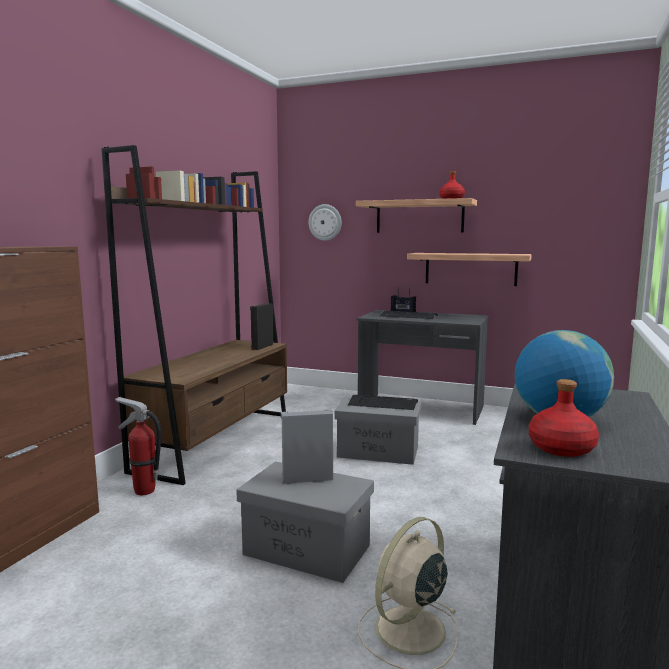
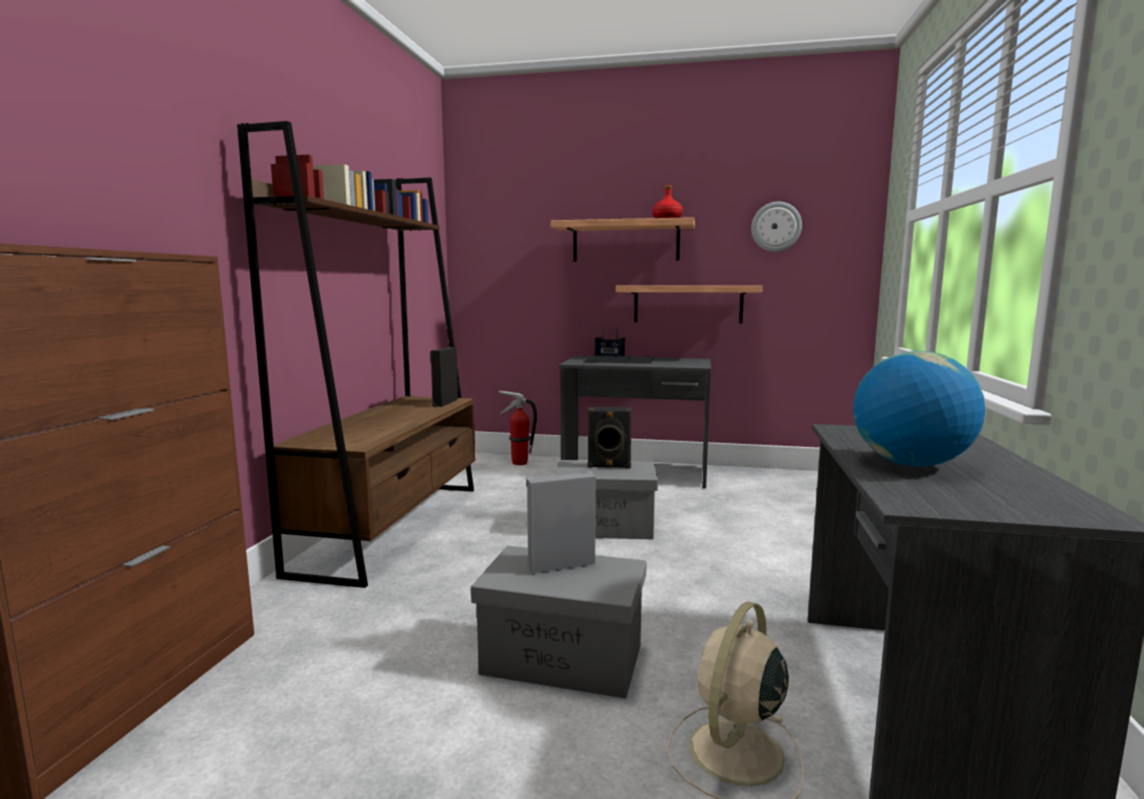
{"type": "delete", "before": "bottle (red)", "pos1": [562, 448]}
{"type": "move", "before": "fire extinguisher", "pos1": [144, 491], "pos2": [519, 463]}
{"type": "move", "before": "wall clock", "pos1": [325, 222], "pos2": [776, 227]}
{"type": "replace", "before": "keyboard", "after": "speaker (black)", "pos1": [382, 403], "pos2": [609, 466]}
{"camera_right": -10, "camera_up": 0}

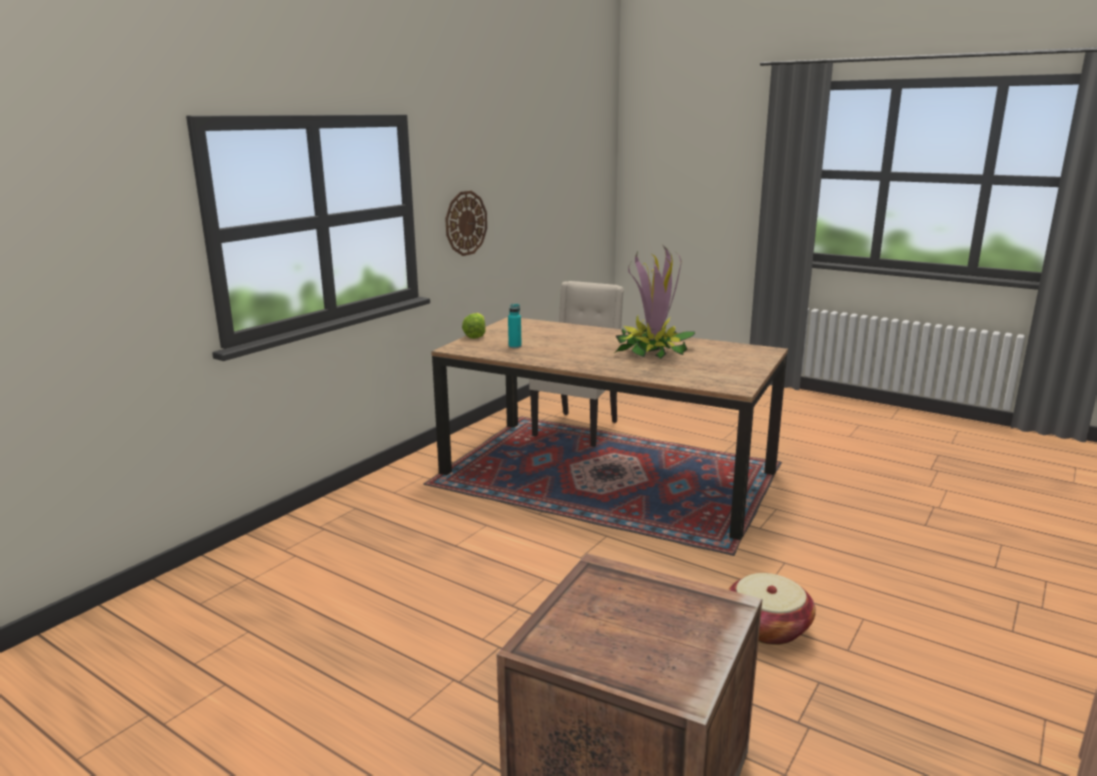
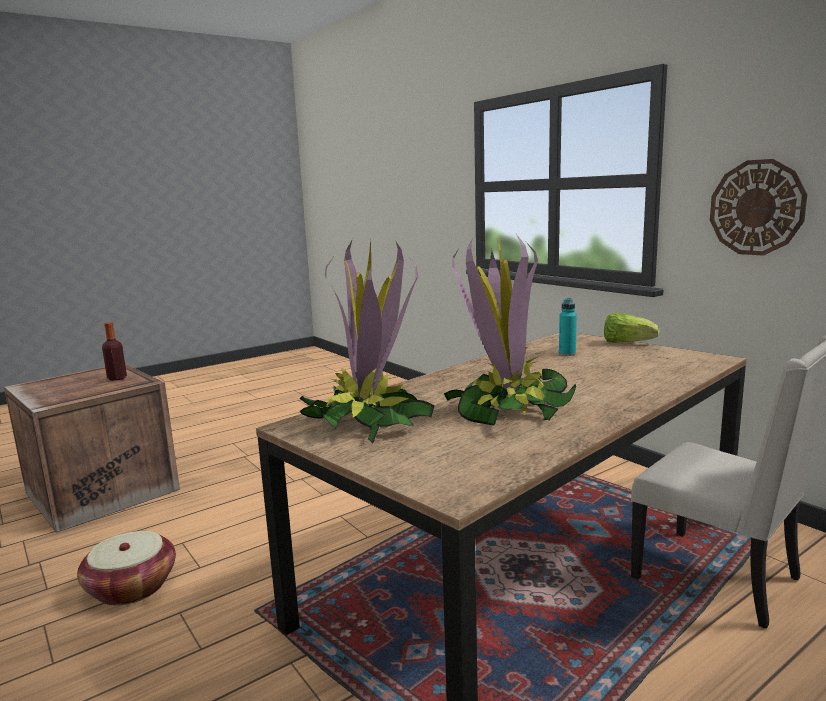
{"type": "insert", "after": "bottle", "pos2": [117, 378]}
{"type": "insert", "after": "potted plant", "pos2": [367, 420]}
{"camera_right": 110, "camera_up": -5}

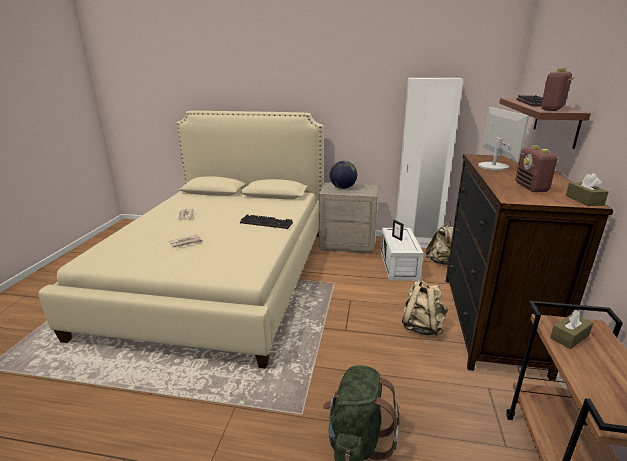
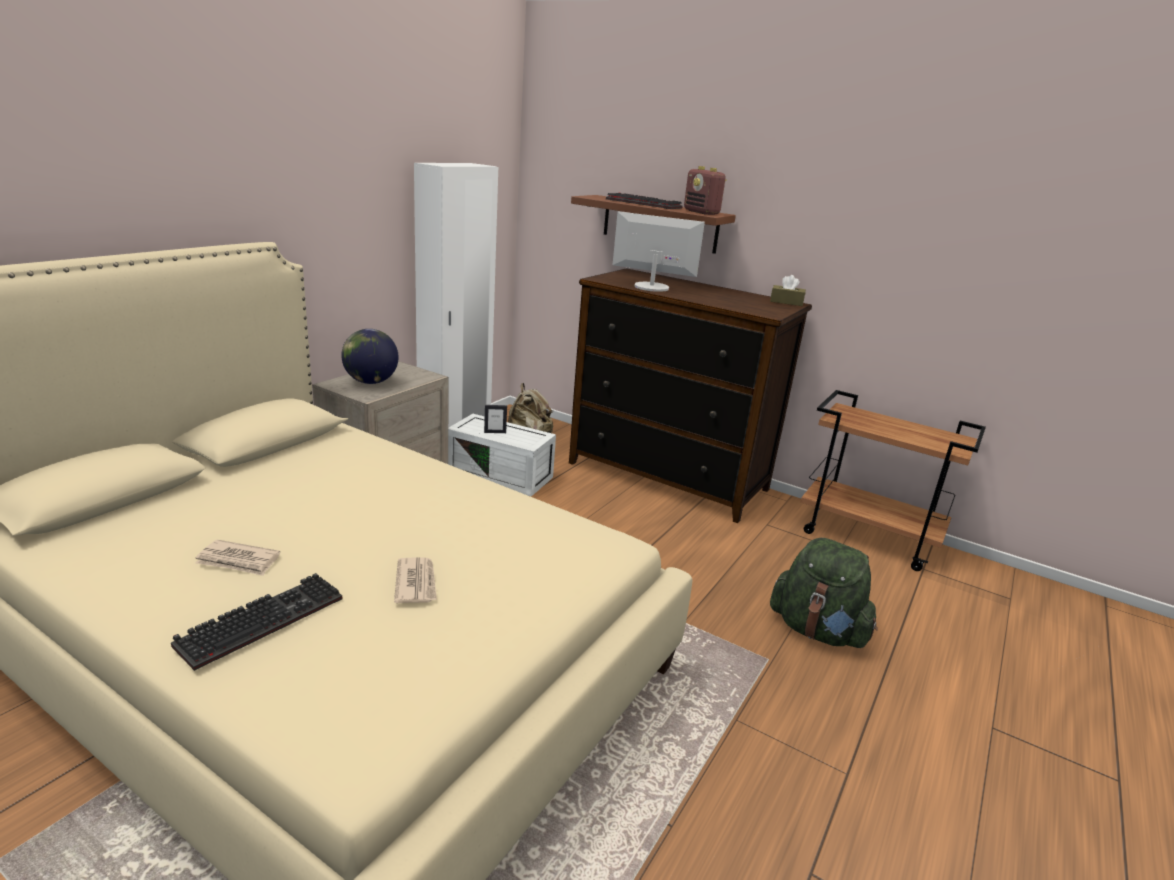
{"type": "delete", "before": "backpack (beige)", "pos1": [422, 326]}
{"type": "delete", "before": "radio", "pos1": [531, 188]}
{"type": "delete", "before": "tissue box (brown)", "pos1": [569, 337]}
{"type": "move", "before": "keyboard", "pos1": [267, 223], "pos2": [263, 619]}
{"camera_right": -70, "camera_up": 0}

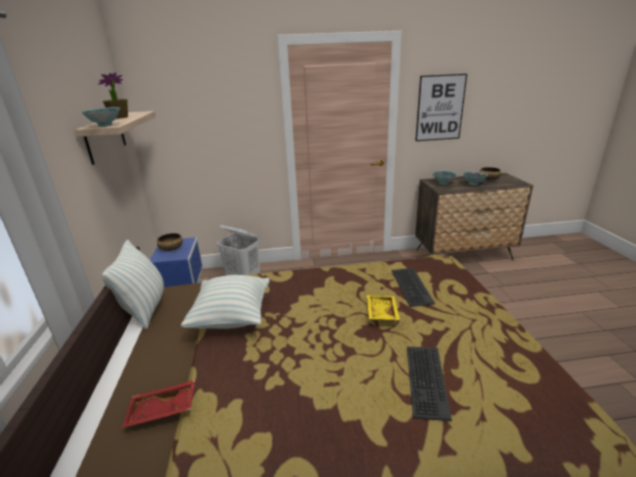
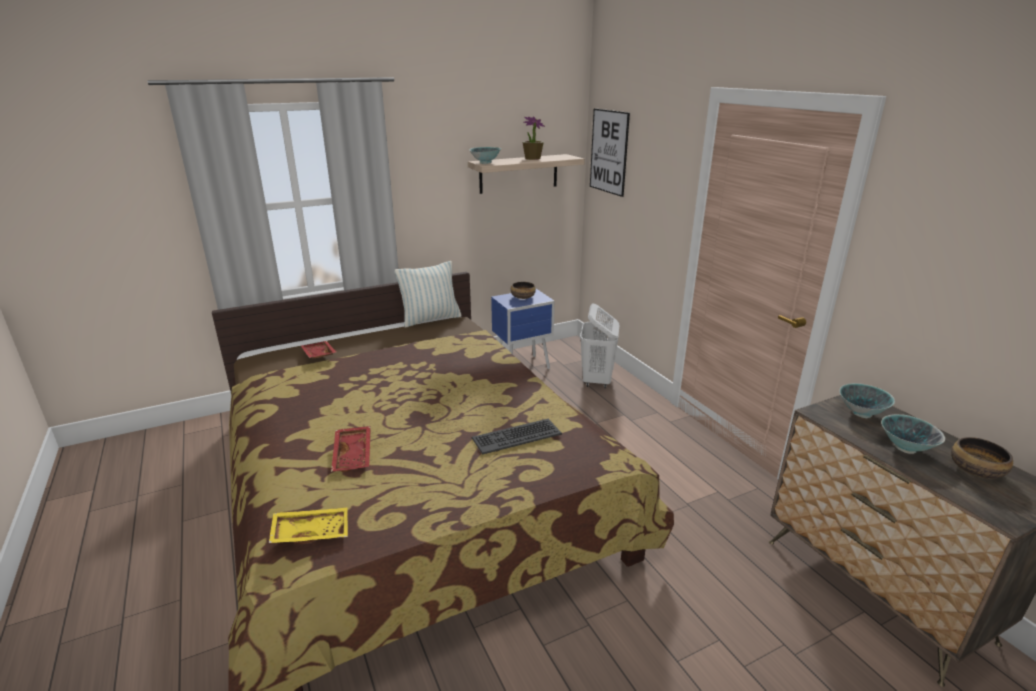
{"type": "delete", "before": "pillow", "pos1": [232, 318]}
{"type": "move", "before": "tray (yellow)", "pos1": [380, 313], "pos2": [311, 532]}
{"type": "move", "before": "picture", "pos1": [440, 108], "pos2": [609, 152]}
{"type": "replace", "before": "keyboard", "after": "tray (red)", "pos1": [425, 380], "pos2": [354, 455]}
{"camera_right": 70, "camera_up": 0}

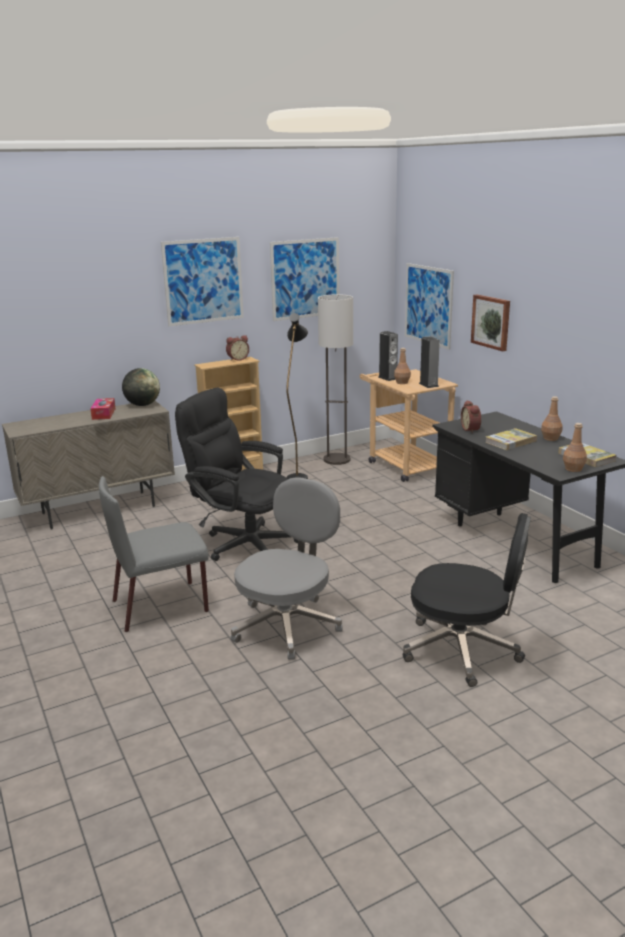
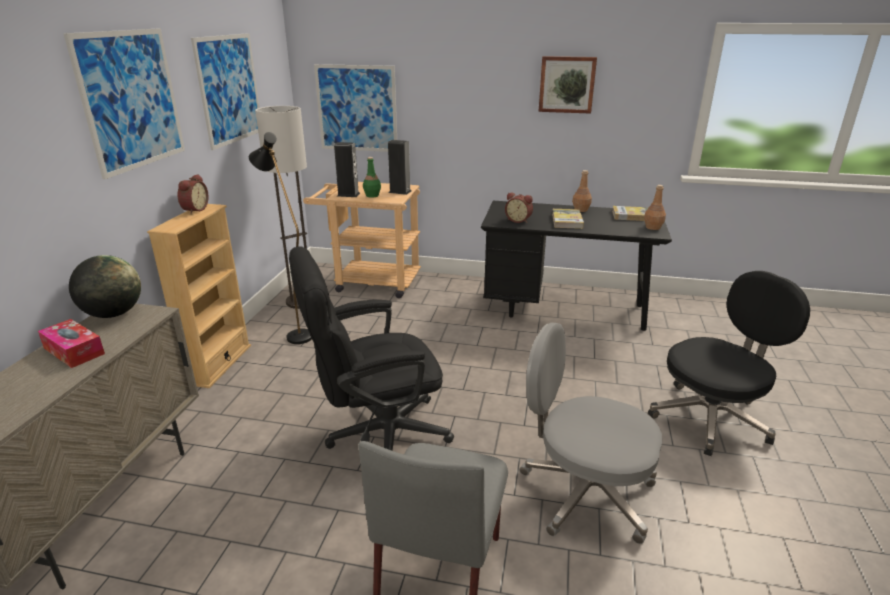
{"type": "move", "before": "picture", "pos1": [491, 322], "pos2": [567, 84]}
{"type": "recolor", "before": "bottle (brown)", "after": "bottle (green)", "pos1": [401, 382], "pos2": [372, 195]}
{"type": "rotate", "before": "office chair (grey)", "pos1": [288, 625], "pos2": [584, 492], "turn": -45}
{"camera_right": -50, "camera_up": 5}

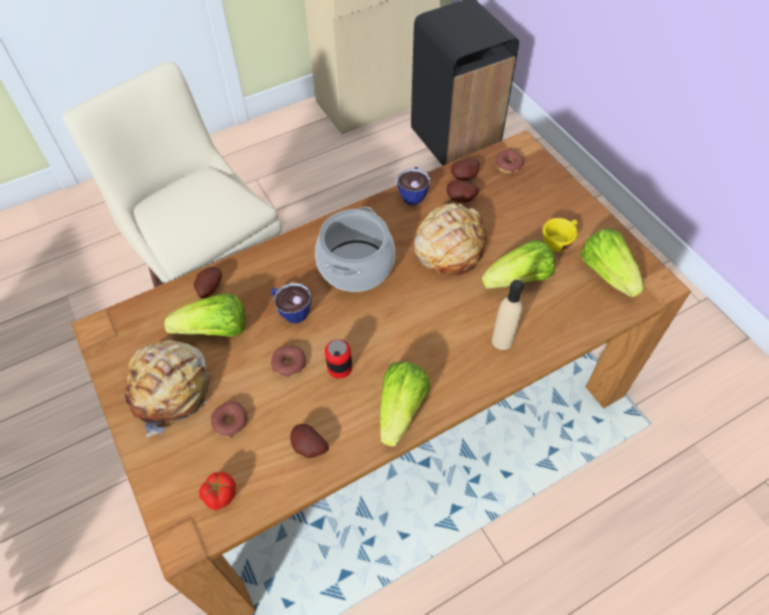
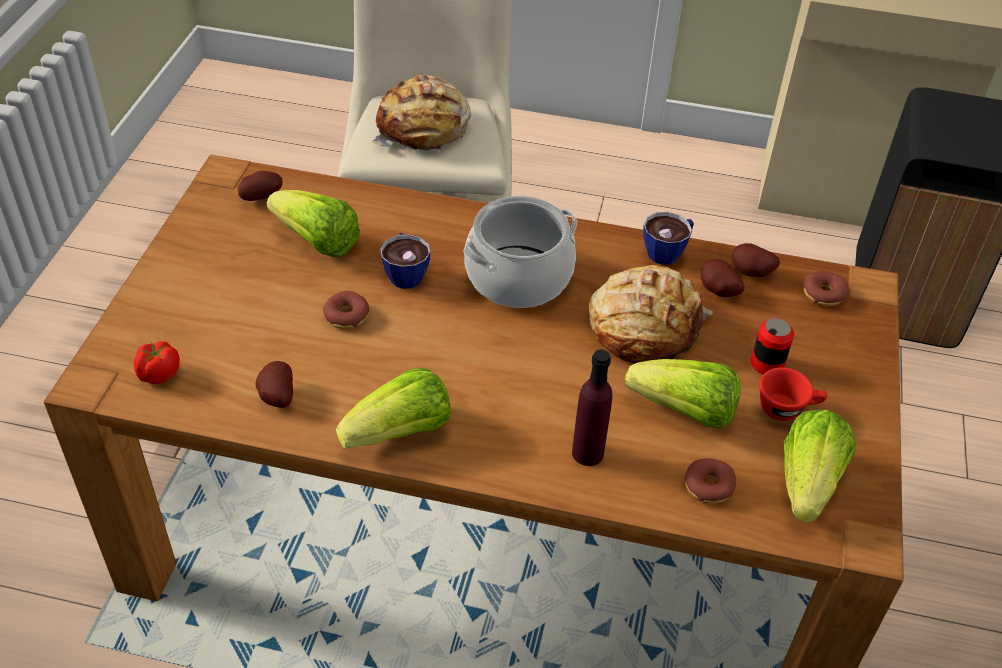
{"type": "move", "before": "bread", "pos1": [171, 389], "pos2": [423, 129]}
{"type": "move", "before": "potato", "pos1": [209, 288], "pos2": [261, 197]}
{"type": "move", "before": "donut", "pos1": [230, 422], "pos2": [708, 486]}
{"type": "move", "before": "can", "pos1": [340, 368], "pos2": [767, 364]}
{"type": "recolor", "before": "bottle (beige)", "after": "bottle (purple)", "pos1": [502, 340], "pos2": [587, 453]}
{"type": "recolor", "before": "cup (yellow)", "after": "cup (red)", "pos1": [558, 241], "pos2": [787, 408]}
{"camera_right": 40, "camera_up": -10}

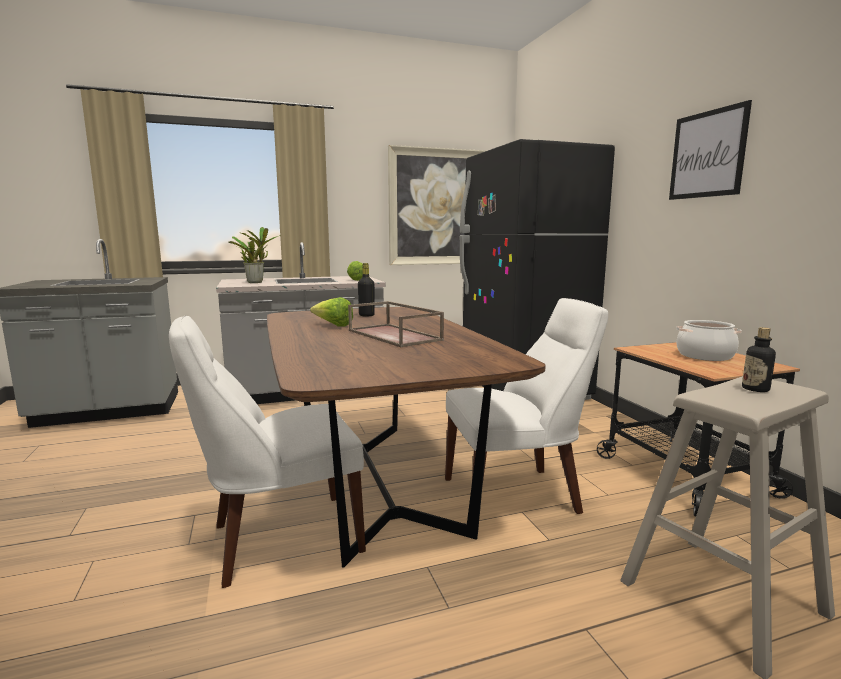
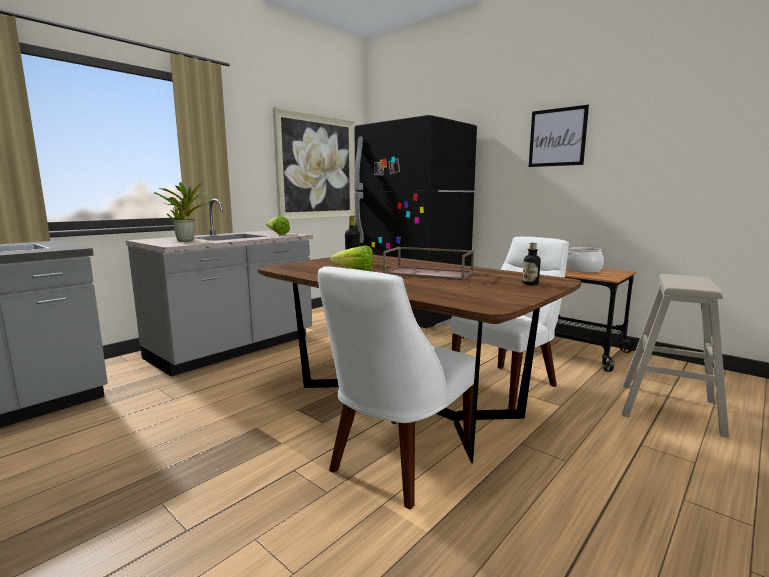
{"type": "move", "before": "bottle", "pos1": [755, 389], "pos2": [530, 284]}
{"camera_right": -30, "camera_up": 0}

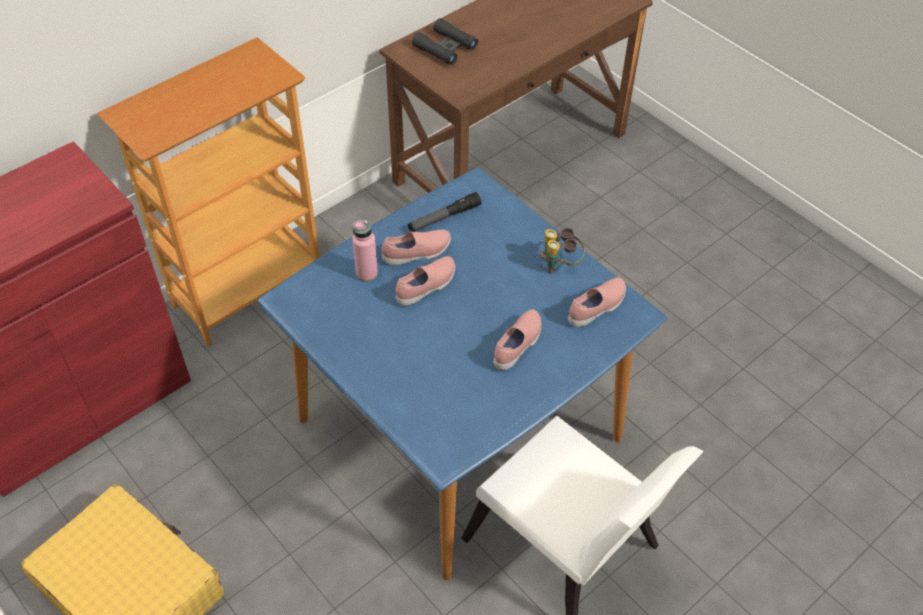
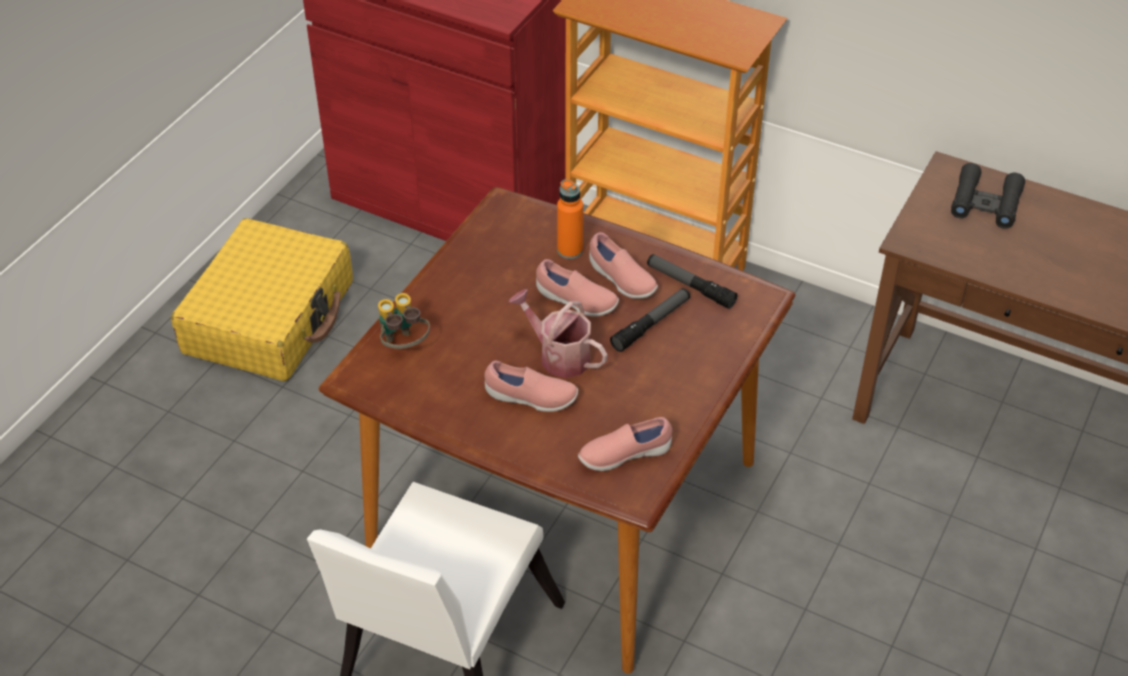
{"type": "insert", "after": "watering can", "pos2": [559, 355]}
{"type": "insert", "after": "flashlight", "pos2": [651, 324]}
{"type": "move", "before": "binoculars", "pos1": [560, 264], "pos2": [403, 346]}
{"type": "recolor", "before": "dining table (blue)", "after": "dining table (brown)", "pos1": [458, 430], "pos2": [562, 506]}
{"type": "recolor", "before": "bottle (pink)", "after": "bottle (orange)", "pos1": [366, 274], "pos2": [570, 250]}
{"type": "rotate", "before": "shoe (pink)", "pos1": [597, 308], "pos2": [624, 455], "turn": 135}
{"camera_right": 70, "camera_up": -5}

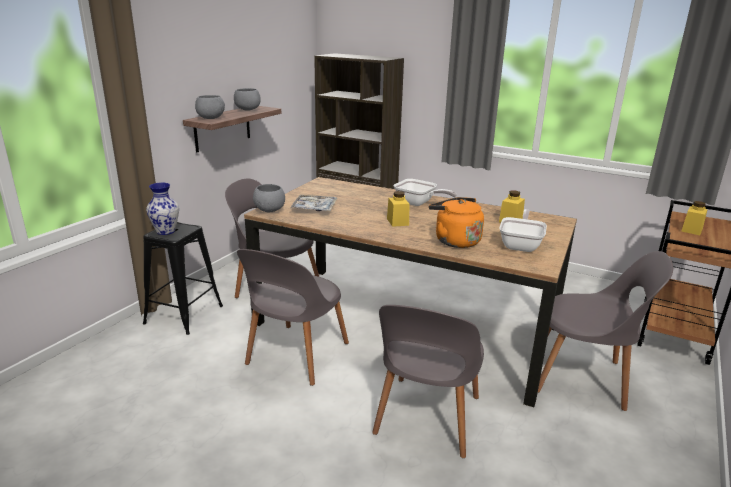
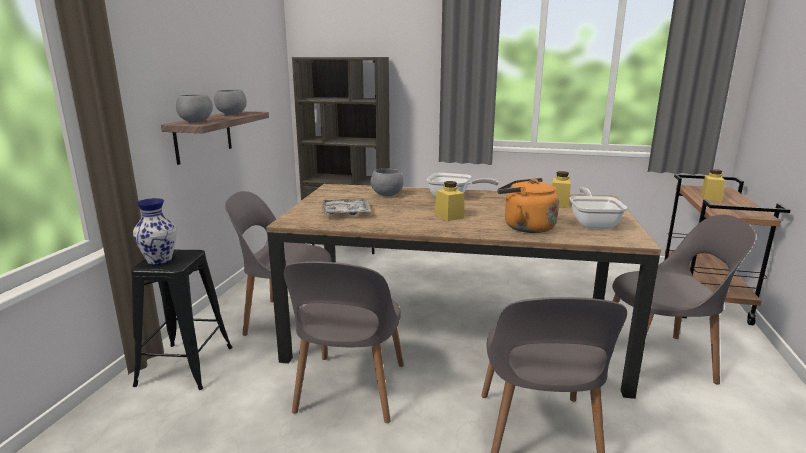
{"type": "move", "before": "bowl (grey)", "pos1": [269, 211], "pos2": [386, 195]}
{"camera_right": -15, "camera_up": -5}

